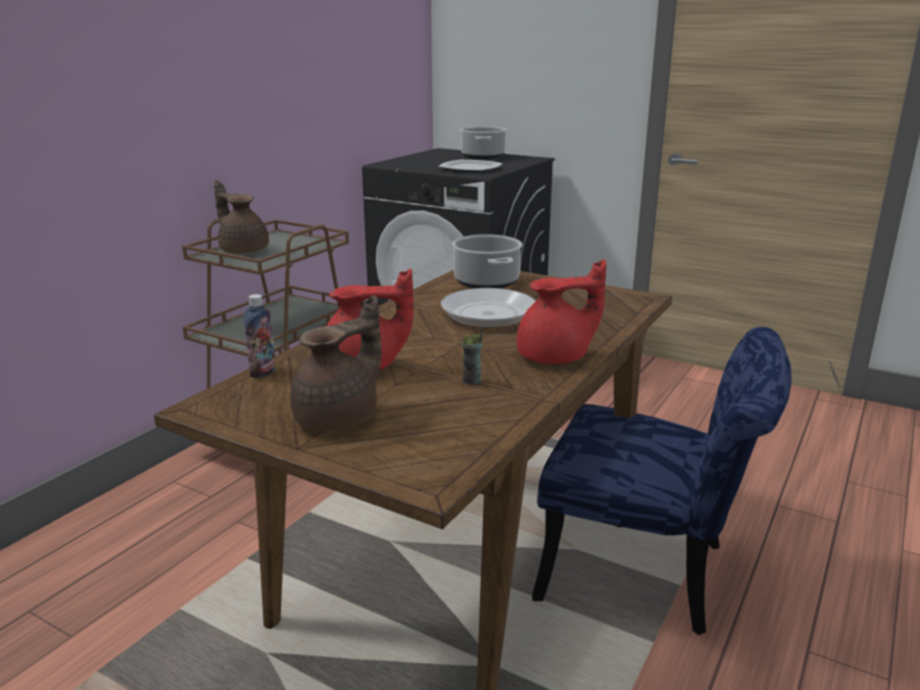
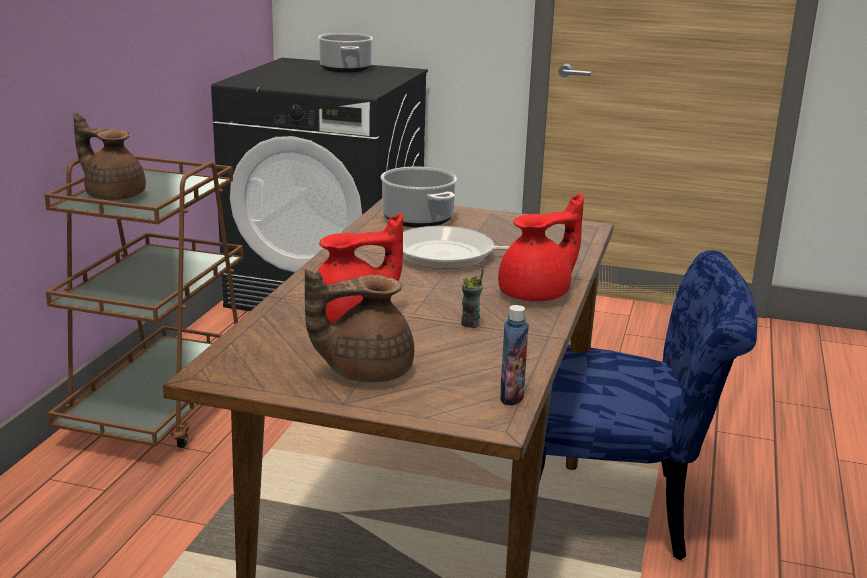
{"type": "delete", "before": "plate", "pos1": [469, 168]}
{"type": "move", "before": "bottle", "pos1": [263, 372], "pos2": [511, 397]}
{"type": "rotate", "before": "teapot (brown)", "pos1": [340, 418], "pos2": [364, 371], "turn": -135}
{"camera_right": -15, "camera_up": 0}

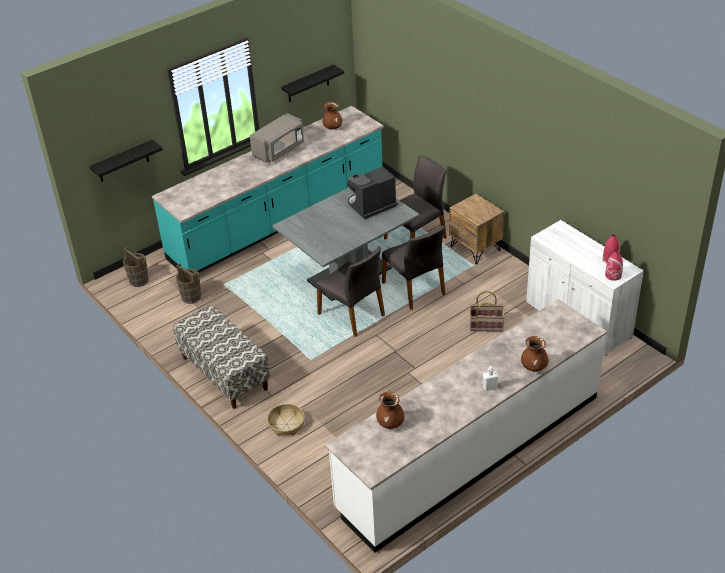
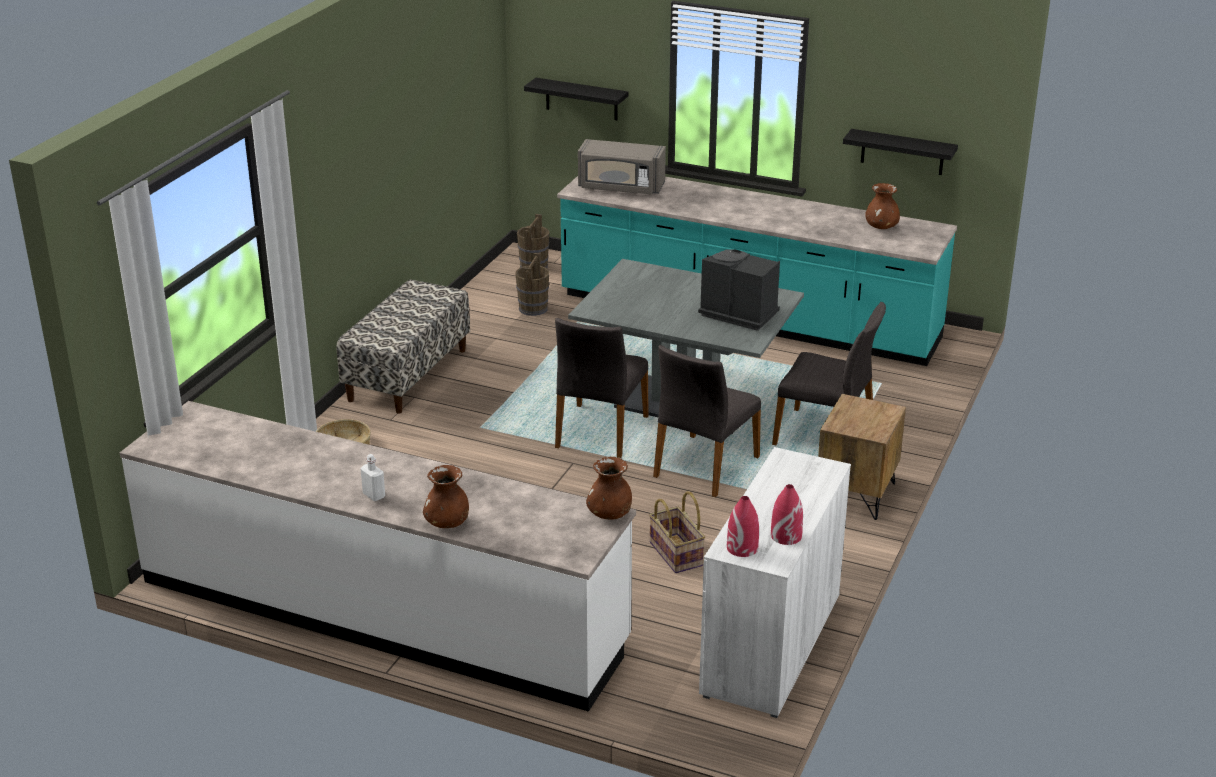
{"type": "move", "before": "microwave (grey)", "pos1": [279, 150], "pos2": [621, 187]}
{"type": "move", "before": "vase (brown)", "pos1": [390, 423], "pos2": [609, 514]}
{"camera_right": 60, "camera_up": -10}

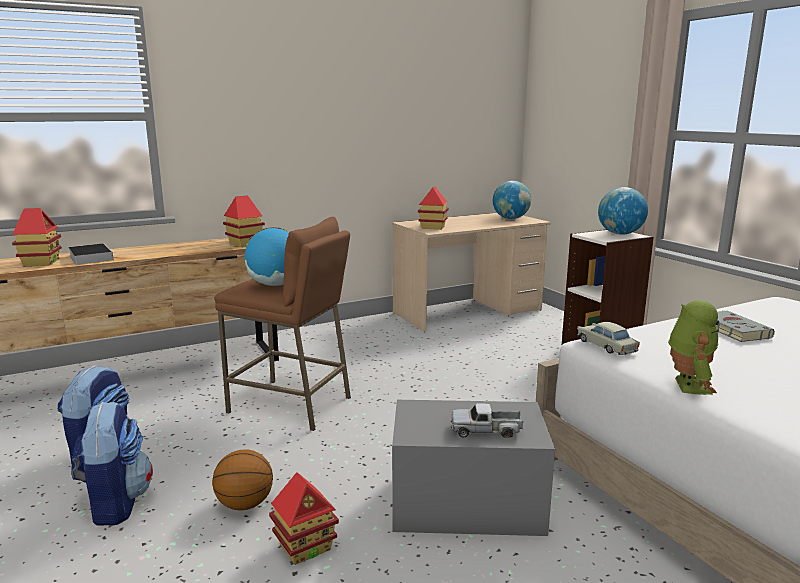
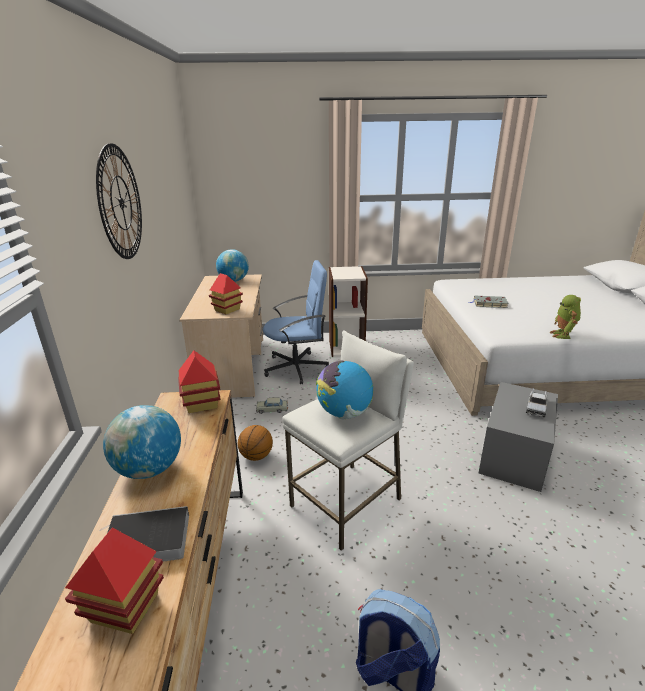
{"type": "delete", "before": "backpack", "pos1": [115, 503]}
{"type": "delete", "before": "toy house", "pos1": [305, 547]}
{"type": "insert", "after": "wall clock", "pos2": [121, 203]}
{"type": "insert", "after": "office chair (blue)", "pos2": [297, 368]}
{"type": "move", "before": "basketball", "pos1": [244, 504], "pos2": [256, 456]}
{"type": "move", "before": "toy car (beige)", "pos1": [606, 346], "pos2": [272, 409]}
{"type": "move", "before": "globe", "pos1": [620, 234], "pos2": [149, 469]}
{"type": "recolor", "before": "stool (brown)", "after": "stool (white)", "pos1": [291, 405], "pos2": [347, 502]}
{"type": "rotate", "before": "toy robot", "pos1": [688, 385], "pos2": [563, 335], "turn": -120}
{"camera_right": -65, "camera_up": 10}

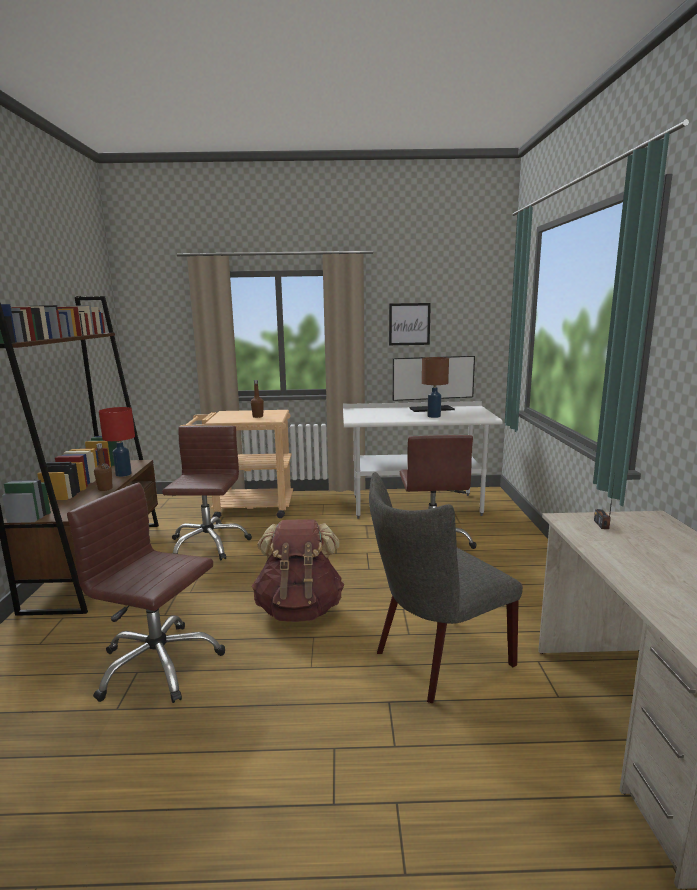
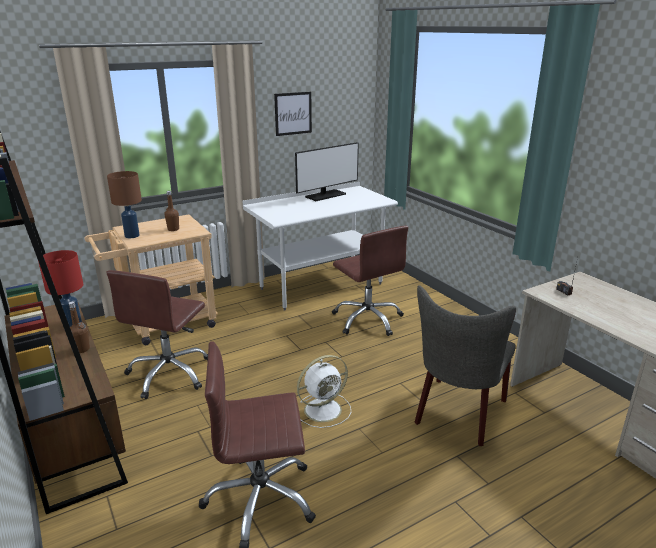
{"type": "move", "before": "table lamp (brown)", "pos1": [433, 416], "pos2": [131, 236]}
{"type": "replace", "before": "backpack (brown)", "after": "fan (white)", "pos1": [299, 609], "pos2": [324, 409]}
{"type": "rotate", "before": "office chair (brown)", "pos1": [208, 544], "pos2": [170, 373], "turn": -135}
{"camera_right": -30, "camera_up": 10}

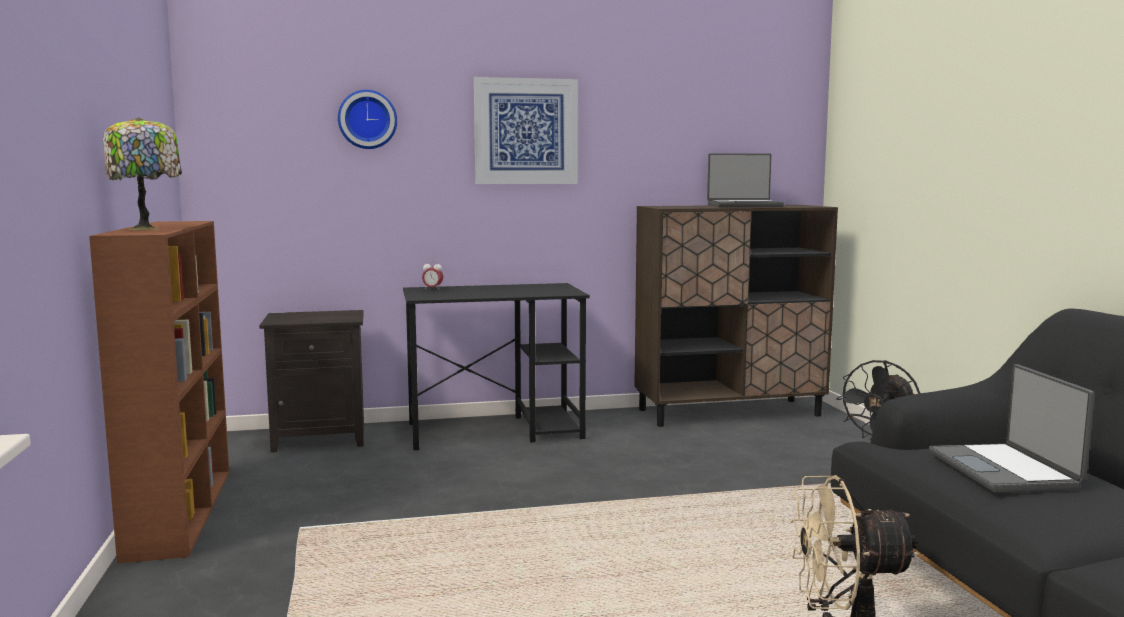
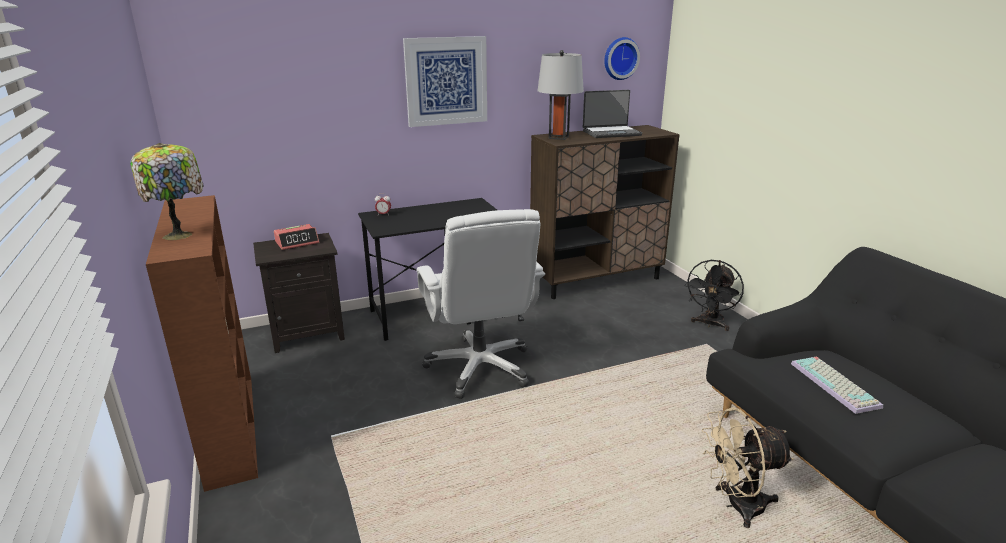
{"type": "insert", "after": "alarm clock", "pos2": [297, 242]}
{"type": "insert", "after": "office chair (white)", "pos2": [480, 367]}
{"type": "insert", "after": "table lamp (grey)", "pos2": [558, 137]}
{"type": "move", "before": "wall clock", "pos1": [367, 119], "pos2": [620, 58]}
{"type": "replace", "before": "laptop", "after": "keyboard", "pos1": [1005, 470], "pos2": [836, 385]}
{"camera_right": -10, "camera_up": 15}

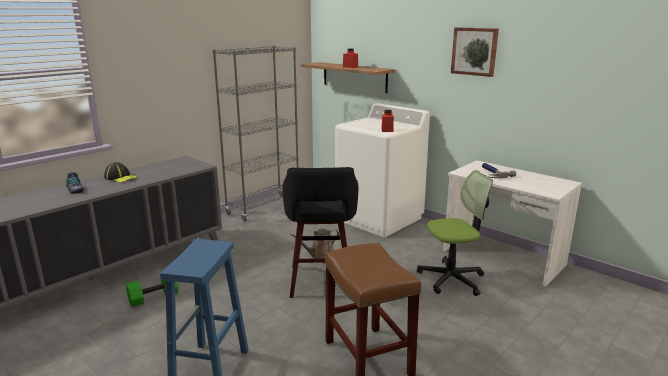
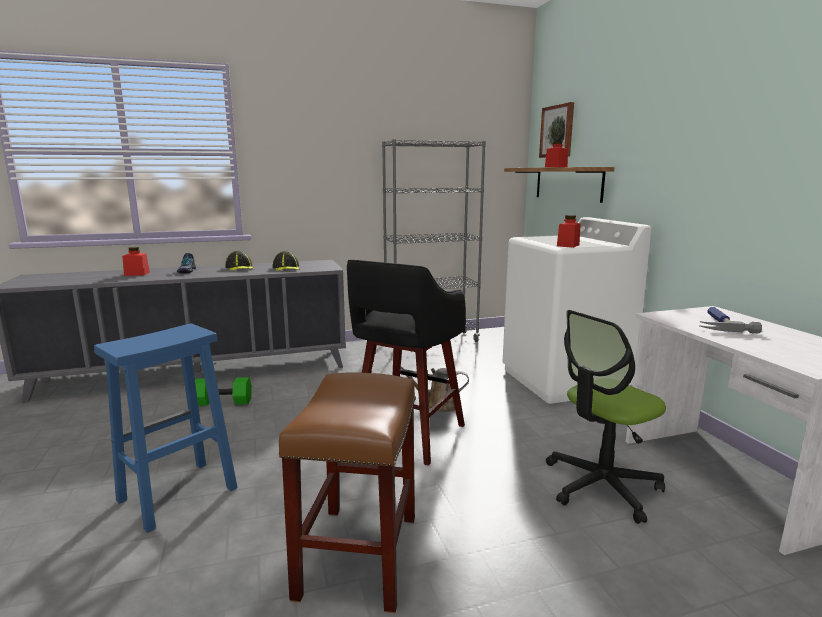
{"type": "insert", "after": "jar (red)", "pos2": [137, 274]}
{"type": "insert", "after": "cap", "pos2": [287, 268]}
{"type": "move", "before": "picture", "pos1": [474, 51], "pos2": [557, 131]}
{"type": "rotate", "before": "office chair", "pos1": [451, 279], "pos2": [601, 486], "turn": 135}
{"camera_right": 30, "camera_up": -5}

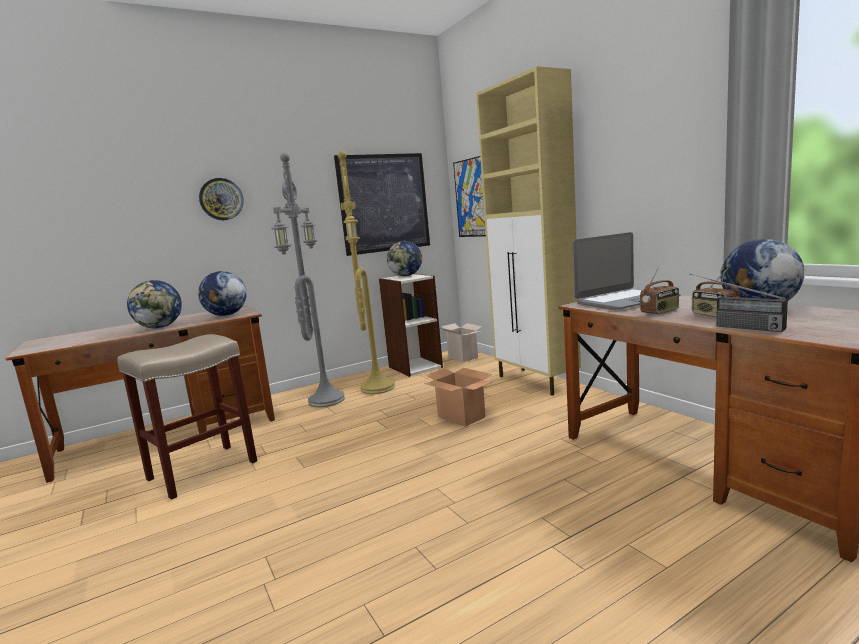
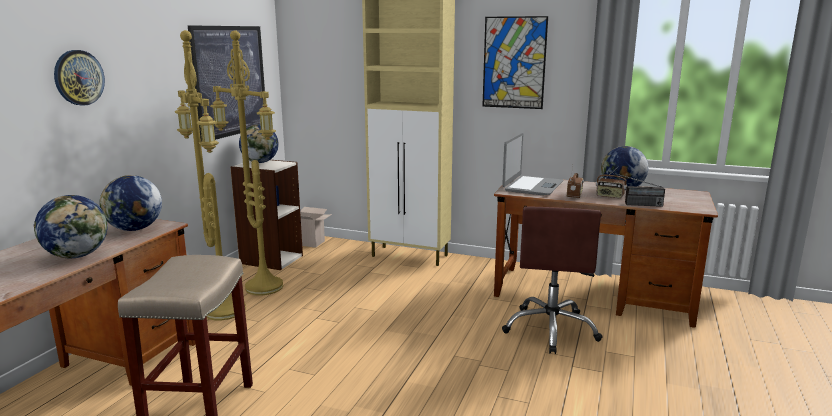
{"type": "delete", "before": "cardboard box", "pos1": [462, 417]}
{"type": "insert", "after": "office chair (brown)", "pos2": [551, 329]}
{"type": "move", "before": "picture", "pos1": [471, 198], "pos2": [514, 63]}
{"type": "recolor", "before": "floor lamp (grey)", "after": "floor lamp (yellow)", "pos1": [324, 400], "pos2": [221, 311]}
{"camera_right": -40, "camera_up": 5}

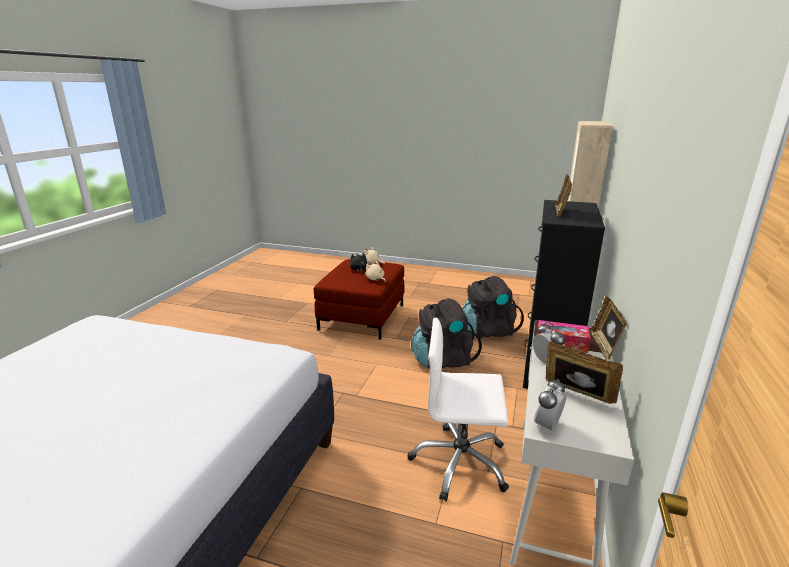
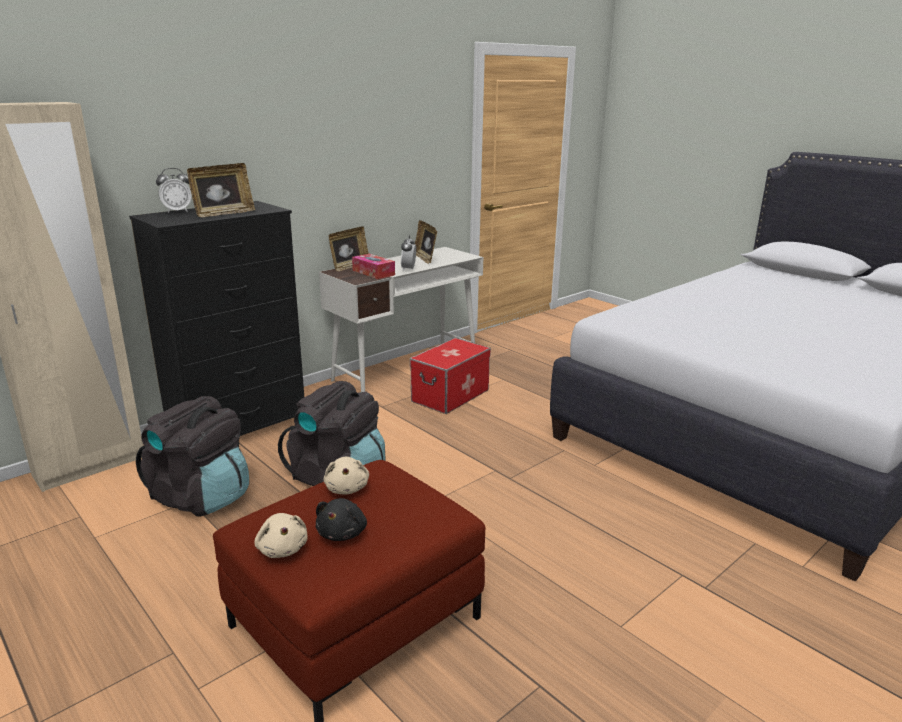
{"type": "move", "before": "alarm clock", "pos1": [547, 426], "pos2": [177, 211]}
{"type": "replace", "before": "office chair (white)", "after": "storage box", "pos1": [459, 463], "pos2": [450, 396]}
{"camera_right": -150, "camera_up": 0}

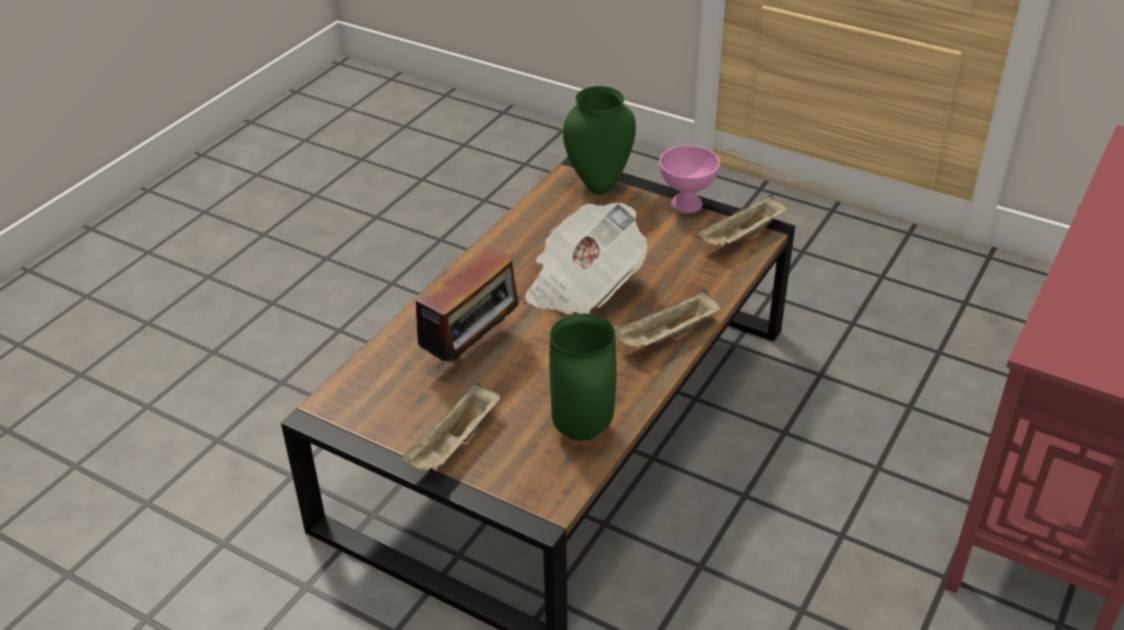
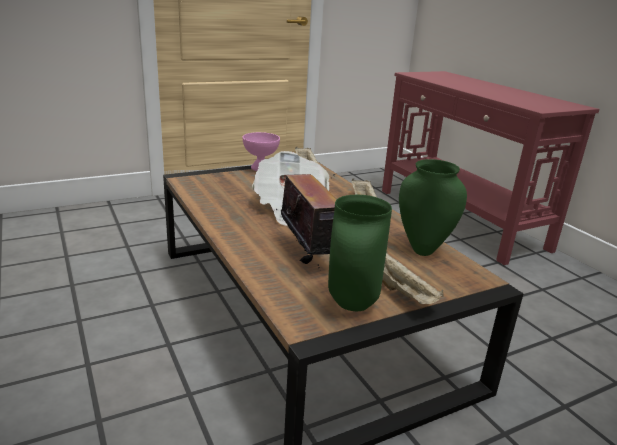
{"type": "move", "before": "vase (green)", "pos1": [599, 188], "pos2": [353, 305]}
{"camera_right": -60, "camera_up": -15}

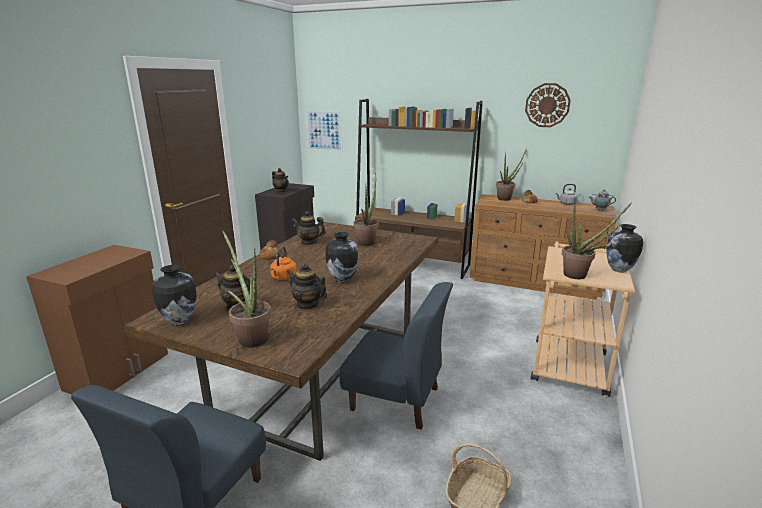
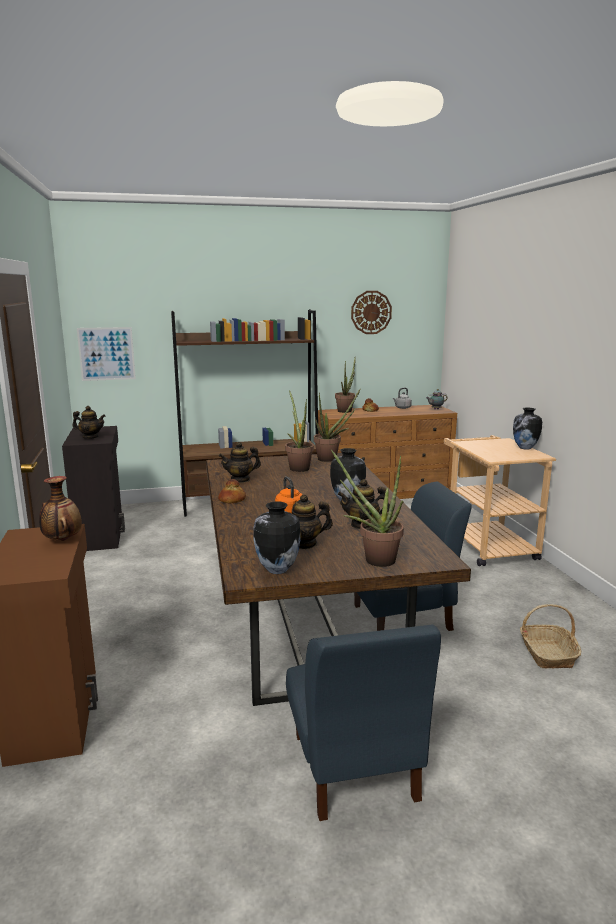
{"type": "insert", "after": "vase", "pos2": [62, 540]}
{"type": "move", "before": "potted plant", "pos1": [580, 276], "pos2": [331, 459]}
{"camera_right": -35, "camera_up": -5}

